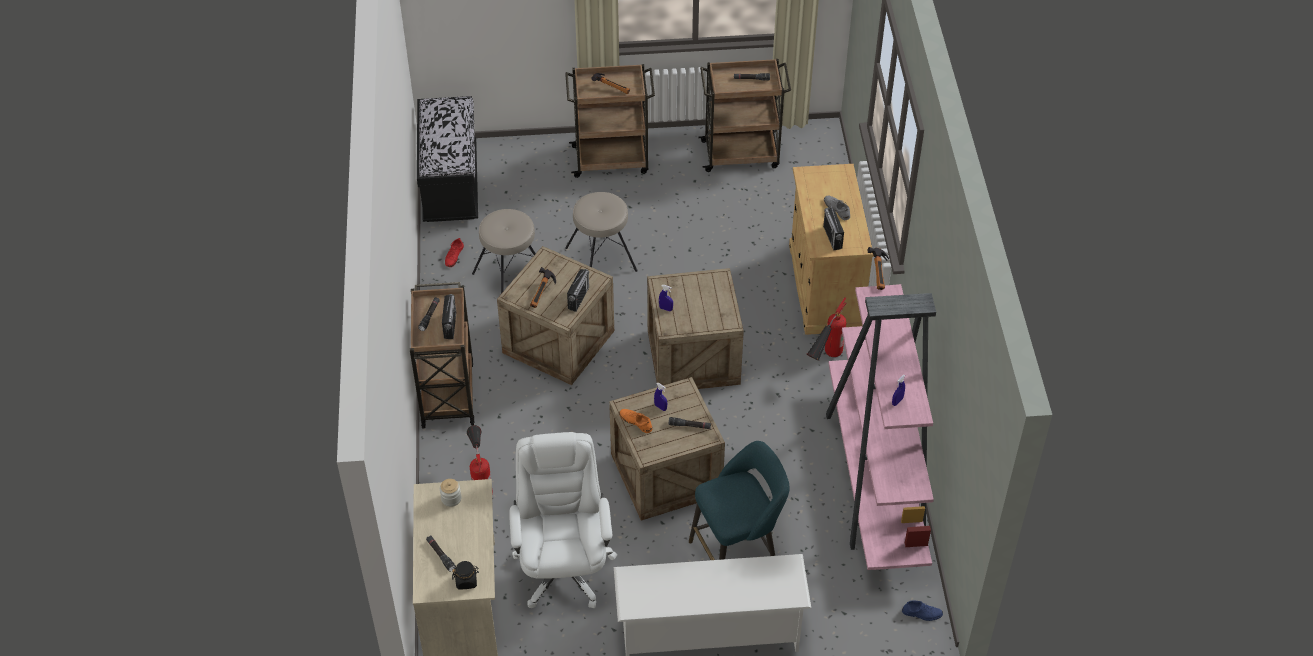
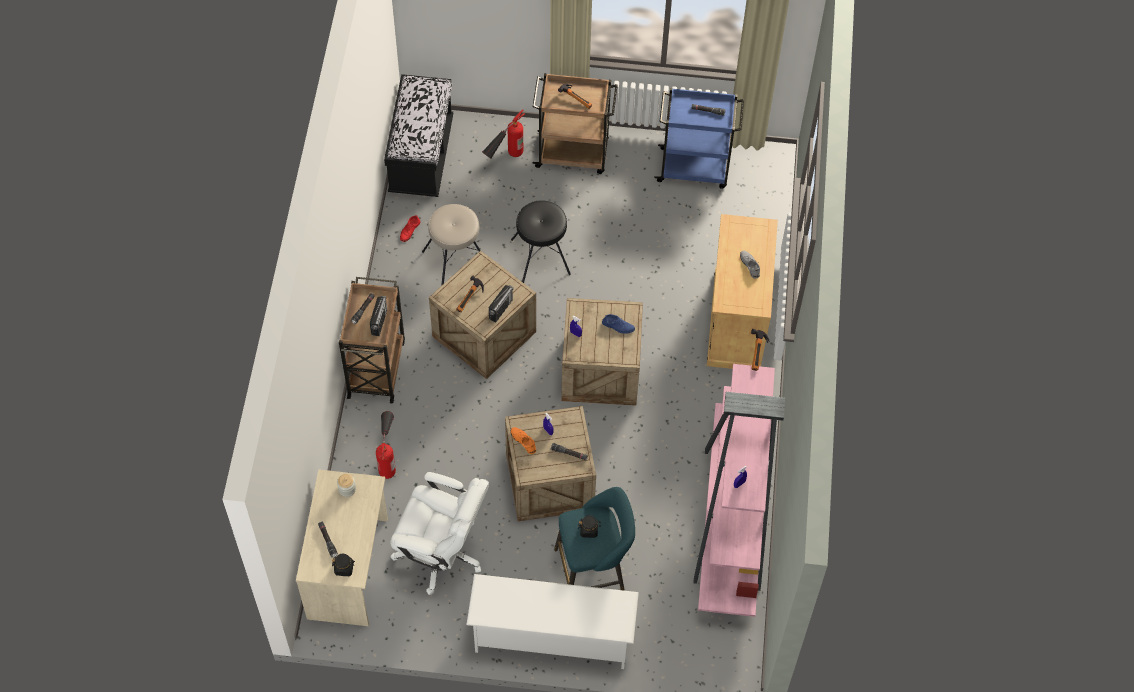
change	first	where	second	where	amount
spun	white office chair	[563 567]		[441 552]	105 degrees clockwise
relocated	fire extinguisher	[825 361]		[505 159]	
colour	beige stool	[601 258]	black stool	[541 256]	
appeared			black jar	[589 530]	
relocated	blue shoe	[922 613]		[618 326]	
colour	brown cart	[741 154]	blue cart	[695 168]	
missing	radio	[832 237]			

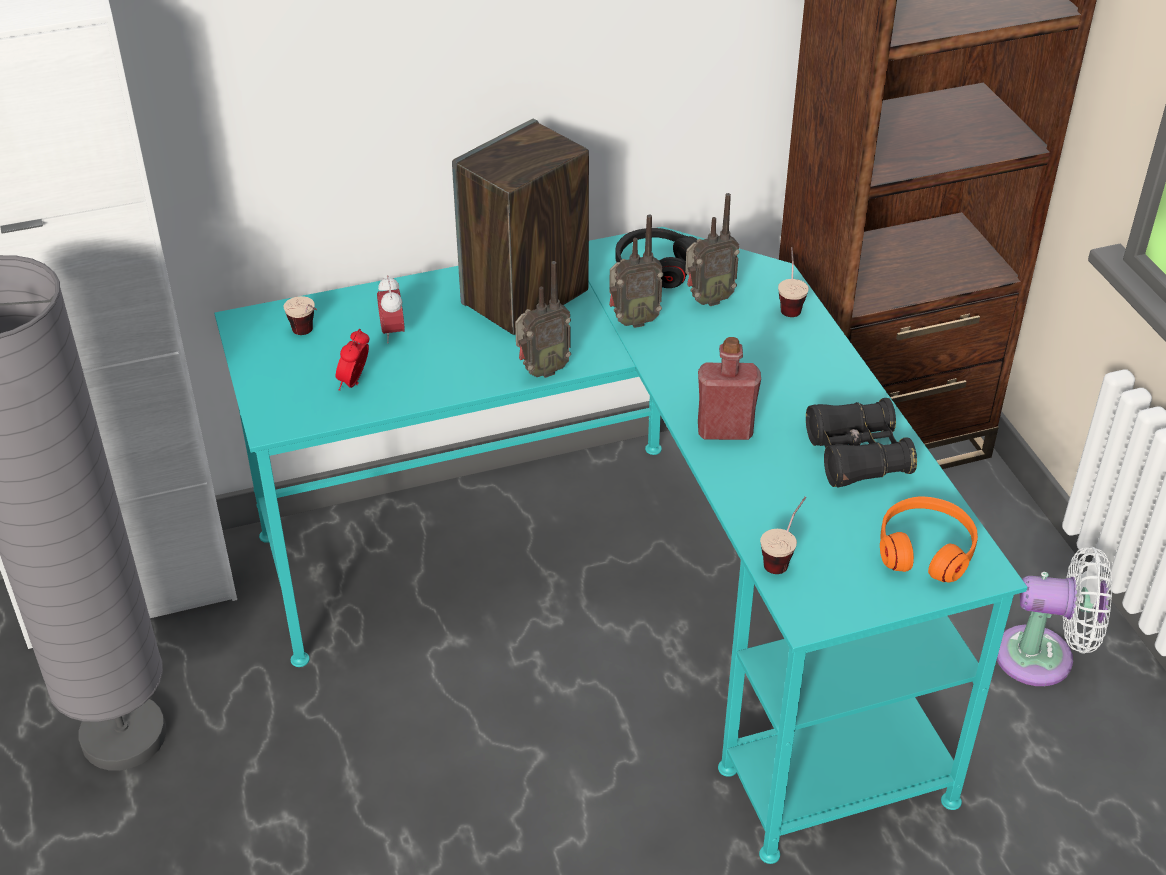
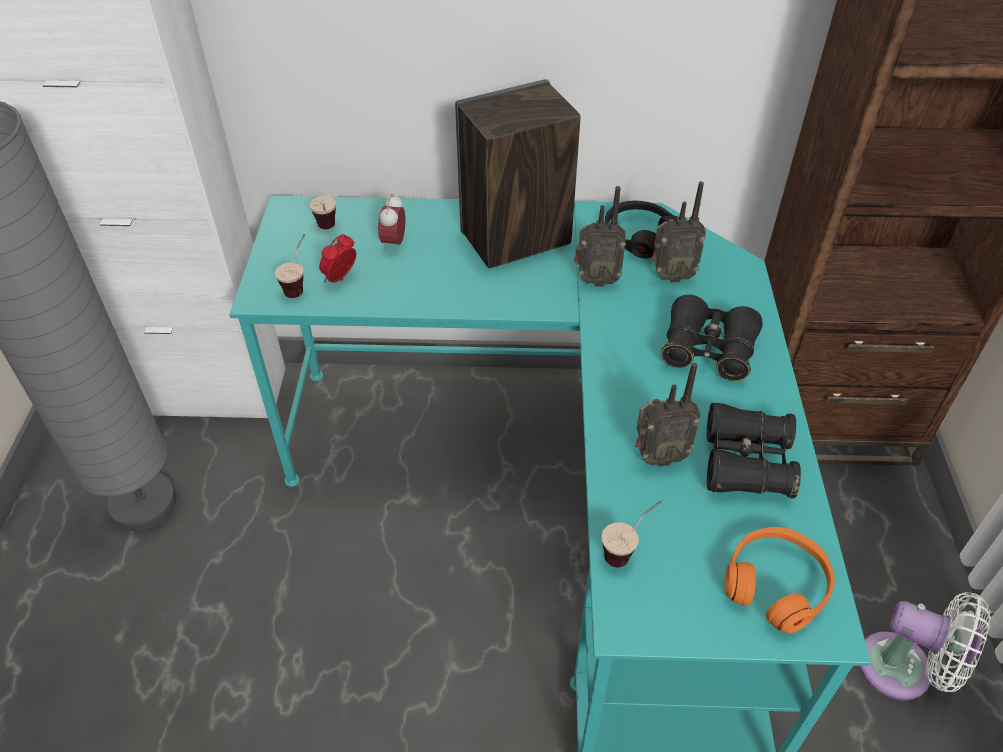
change	first	where	second	where	amount
relocated	cup	[789 304]		[299 285]	
relocated	radio	[541 371]		[658 457]	
appeared			black binoculars	[708 350]	
missing	red bottle	[725 430]			

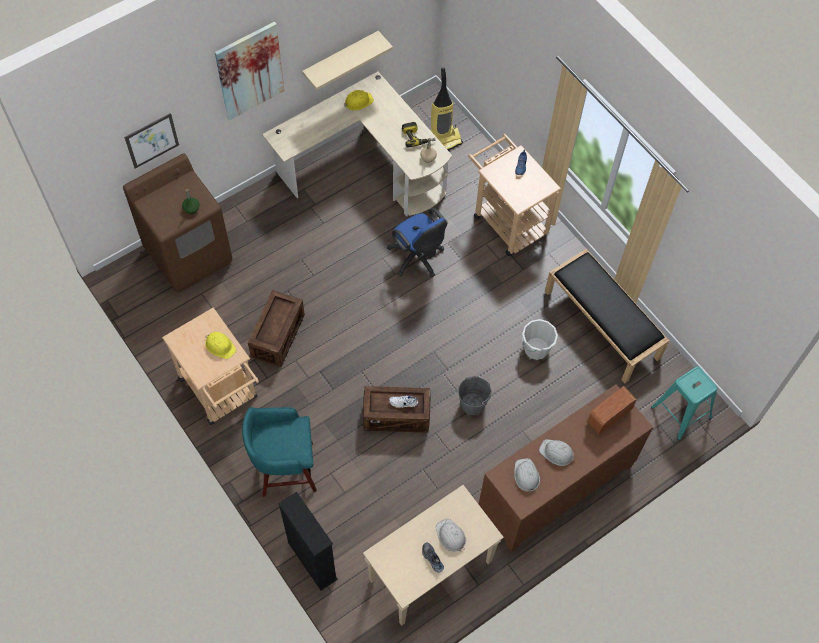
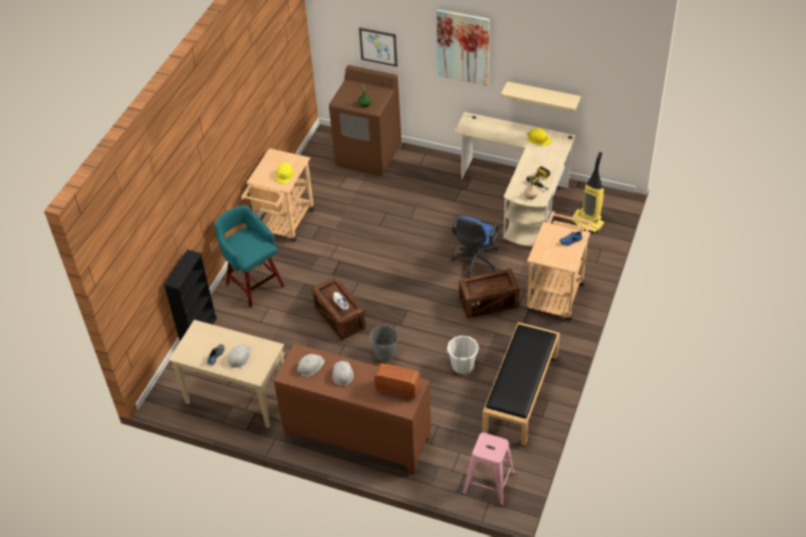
change	first	where	second	where	amount
relocated	crate	[278 336]		[488 303]	
colour	turquoise stool	[681 413]	pink stool	[488 483]	

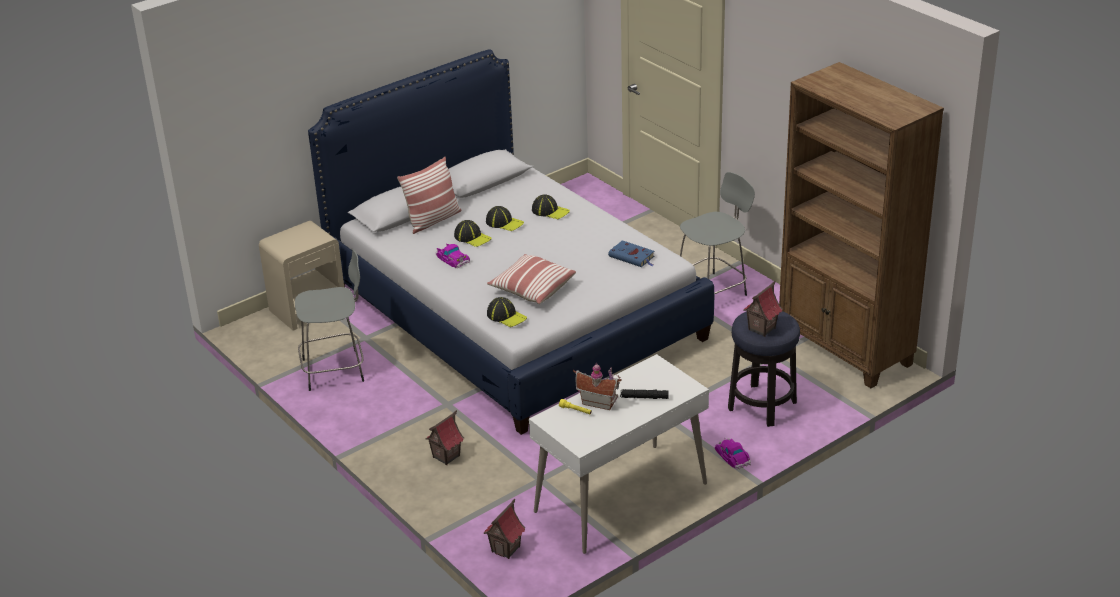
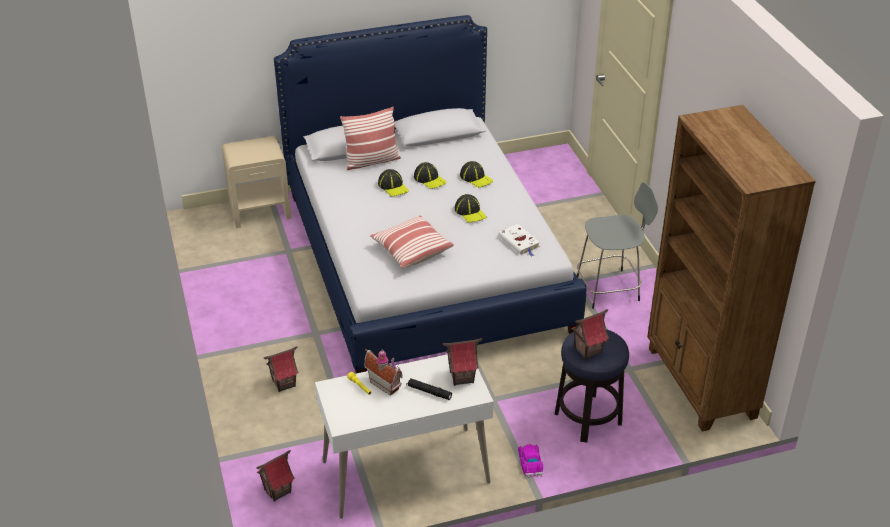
change	first	where	second	where	amount
appeared			toy house	[461 377]	
relocated	cap	[506 316]		[470 212]	
colour	blue book	[632 257]	white book	[519 242]	
missing	grey stool	[336 370]			
missing	toy car	[452 258]			

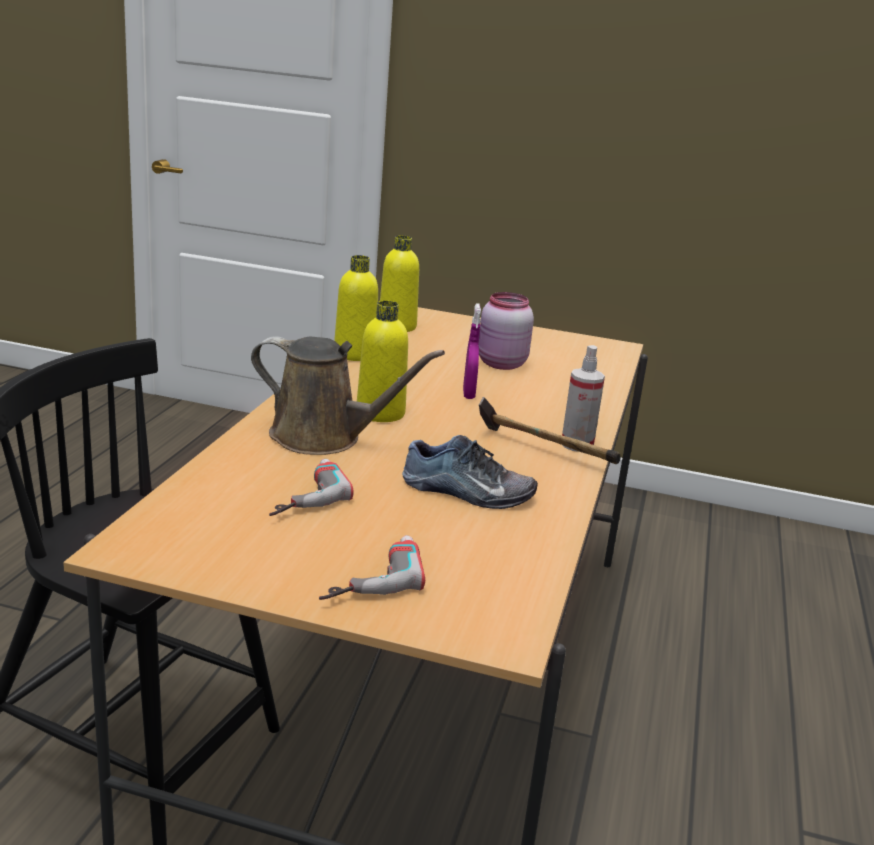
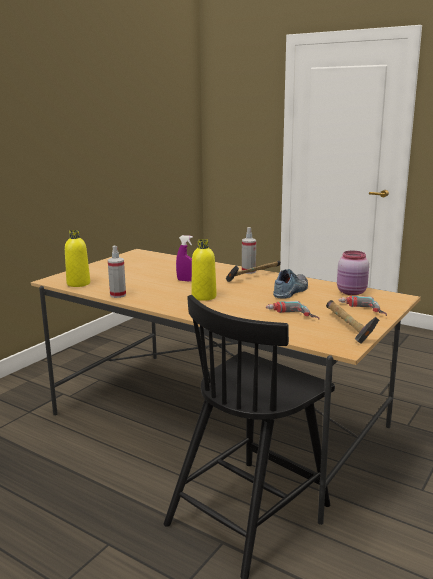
change	first	where	second	where	amount
exchanged	yellow bottle	[355 354]	spray bottle	[118 295]	
appeared			hammer	[347 328]	
relocated	pink jar	[500 364]		[352 292]	
missing	brown watering can	[324 438]			

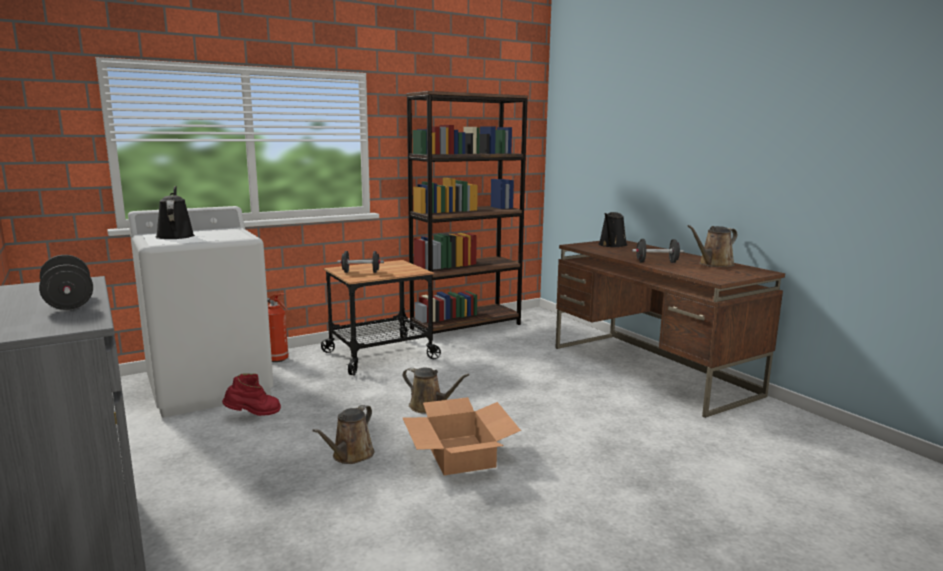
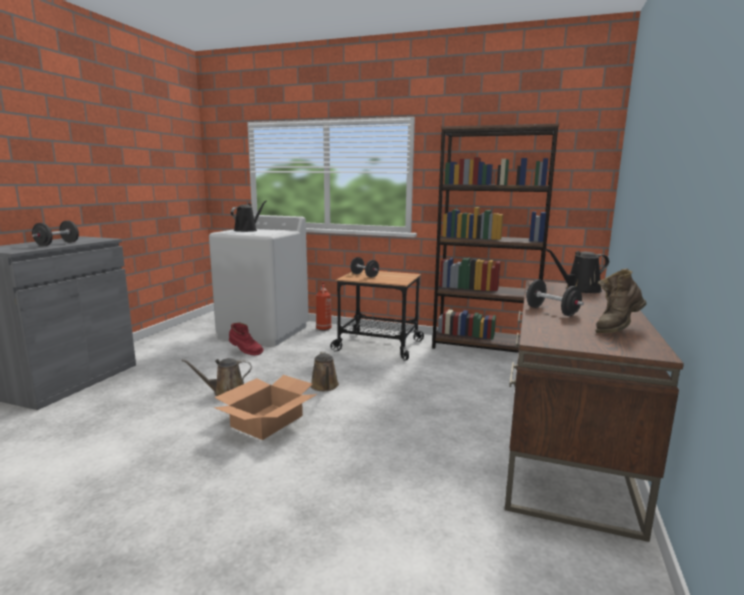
change	first	where	second	where	amount
exchanged	brown watering can	[714 264]	brown boot	[616 329]	

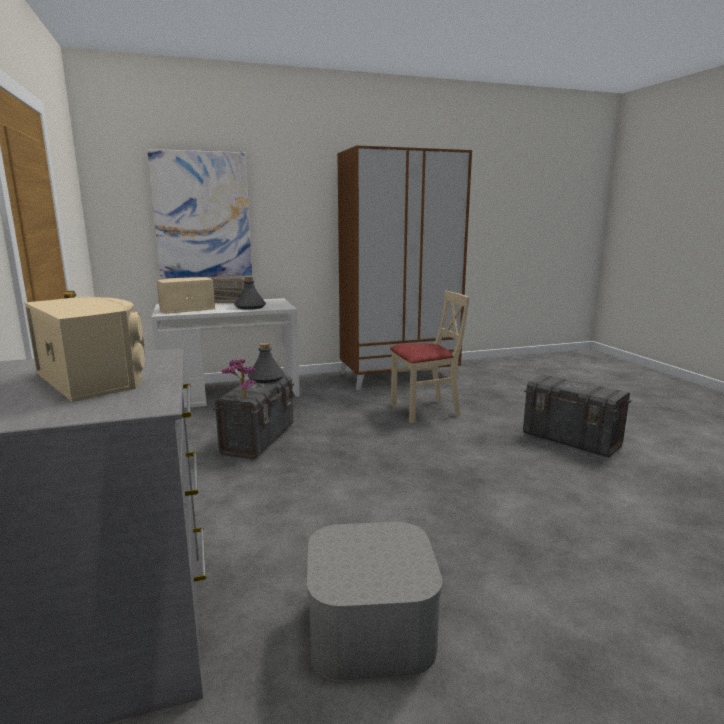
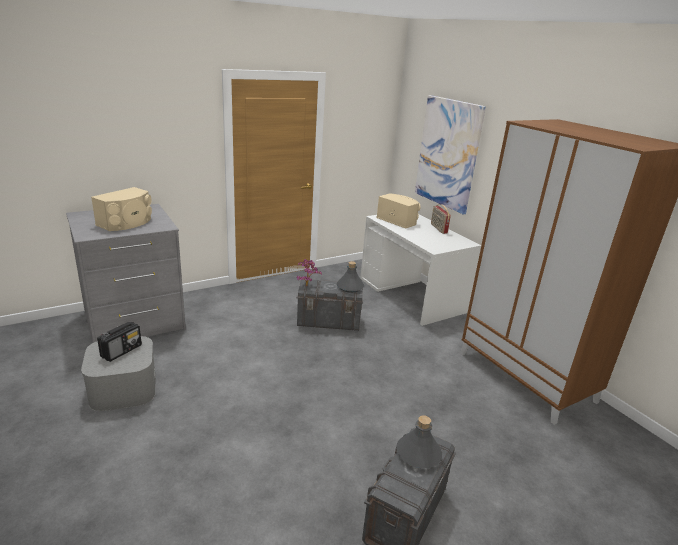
change	first	where	second	where	amount
appeared			radio	[122 351]	
relocated	grey bottle	[250 307]		[418 454]	
missing	beige chair	[425 410]			

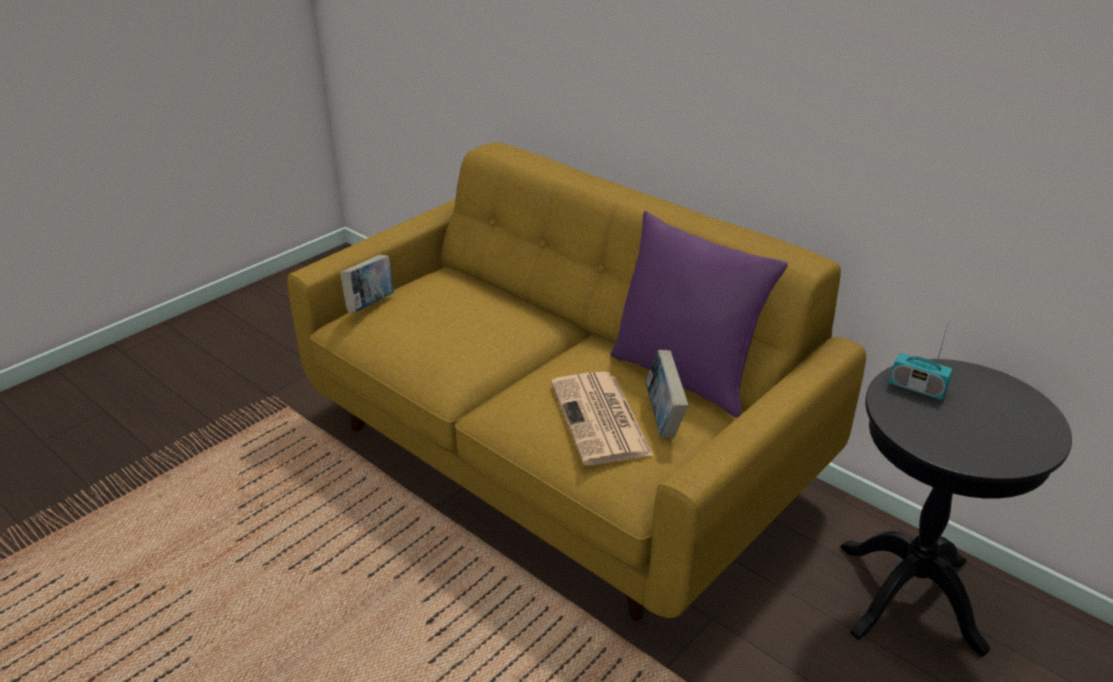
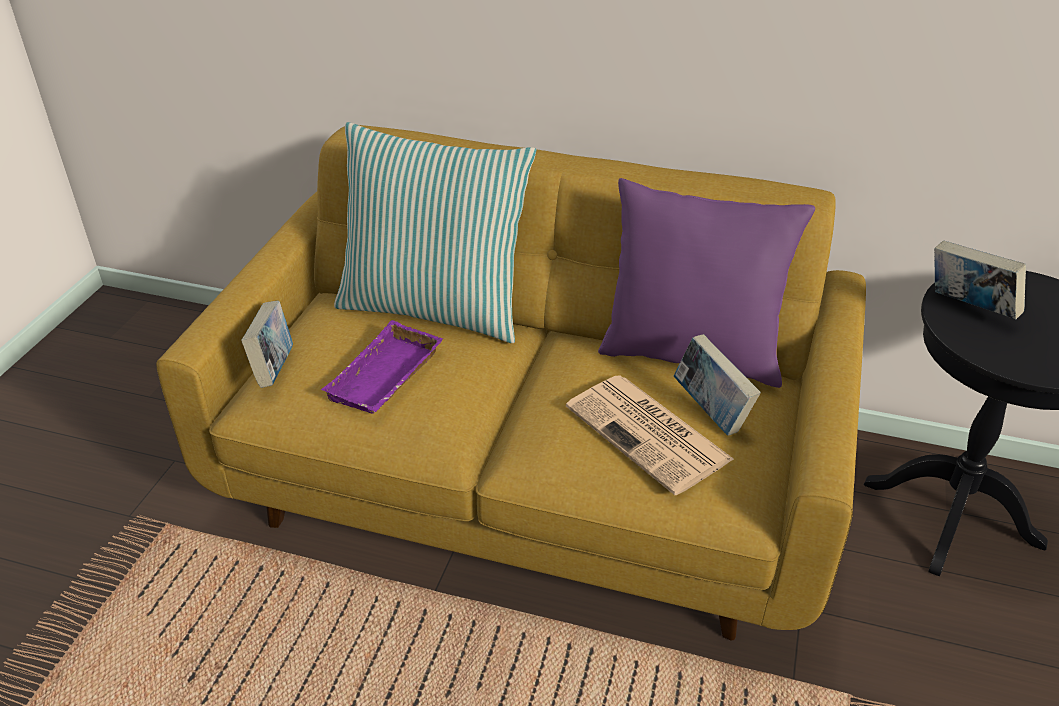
change	first	where	second	where	amount
appeared			purple tray	[387 378]	
appeared			pillow	[435 307]	
exchanged	radio	[917 388]	book	[968 308]	

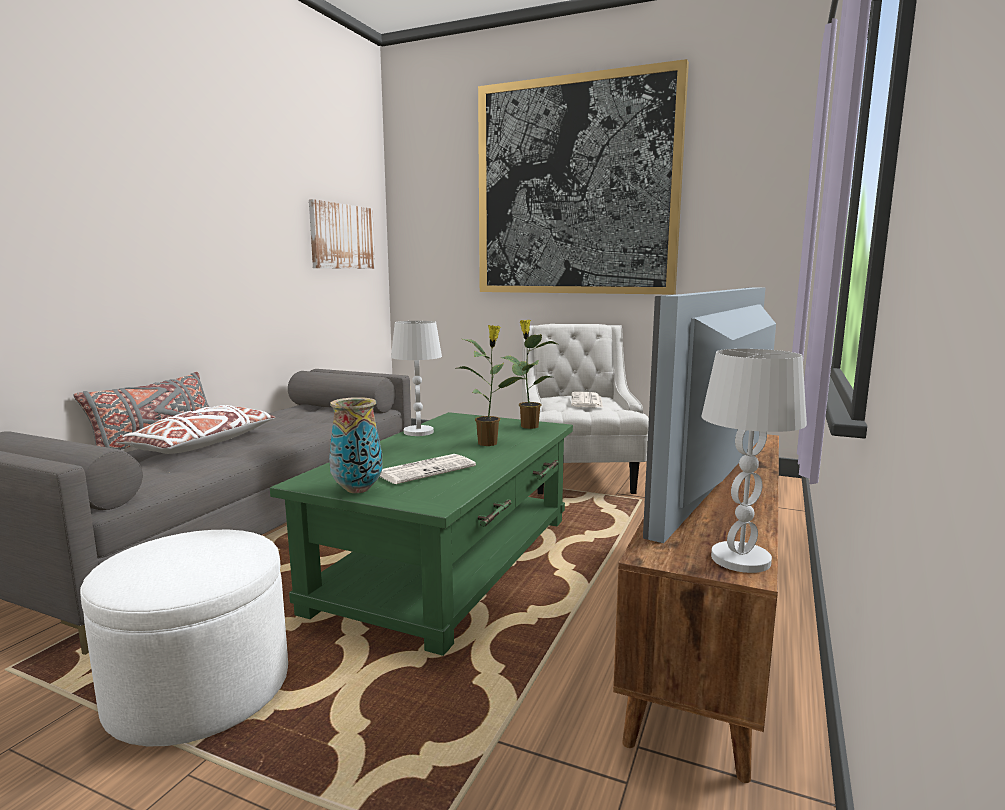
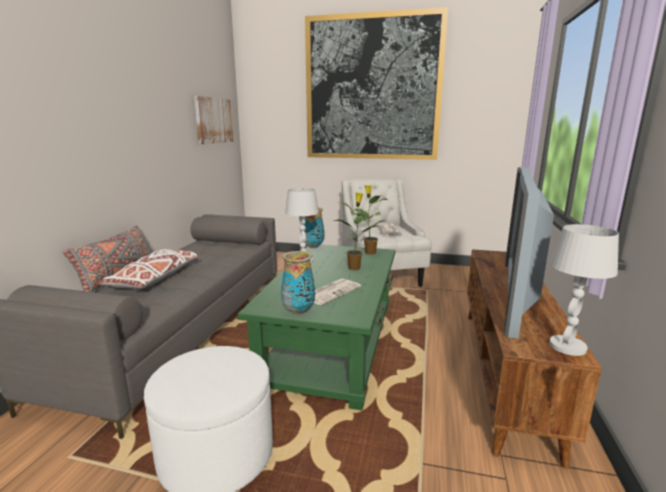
change	first	where	second	where	amount
appeared			vase	[313 246]	

